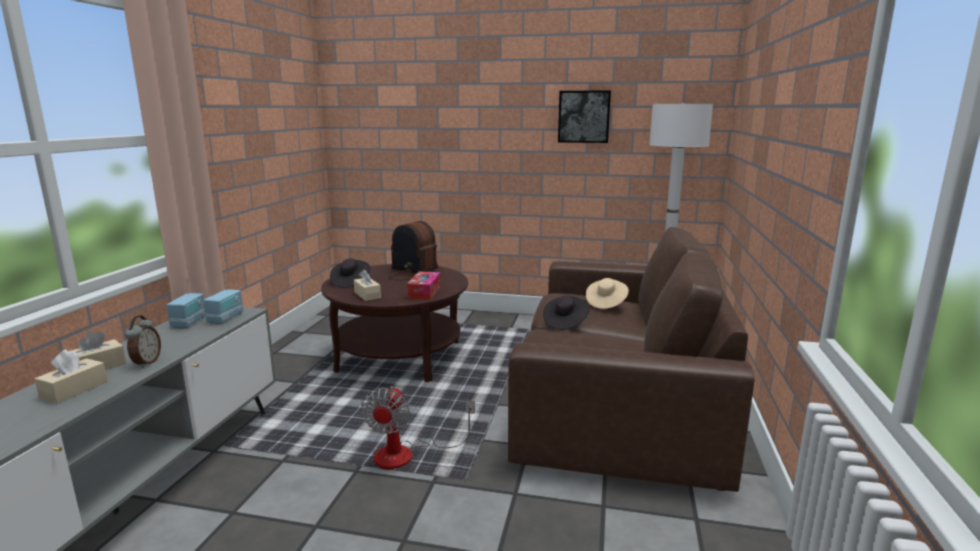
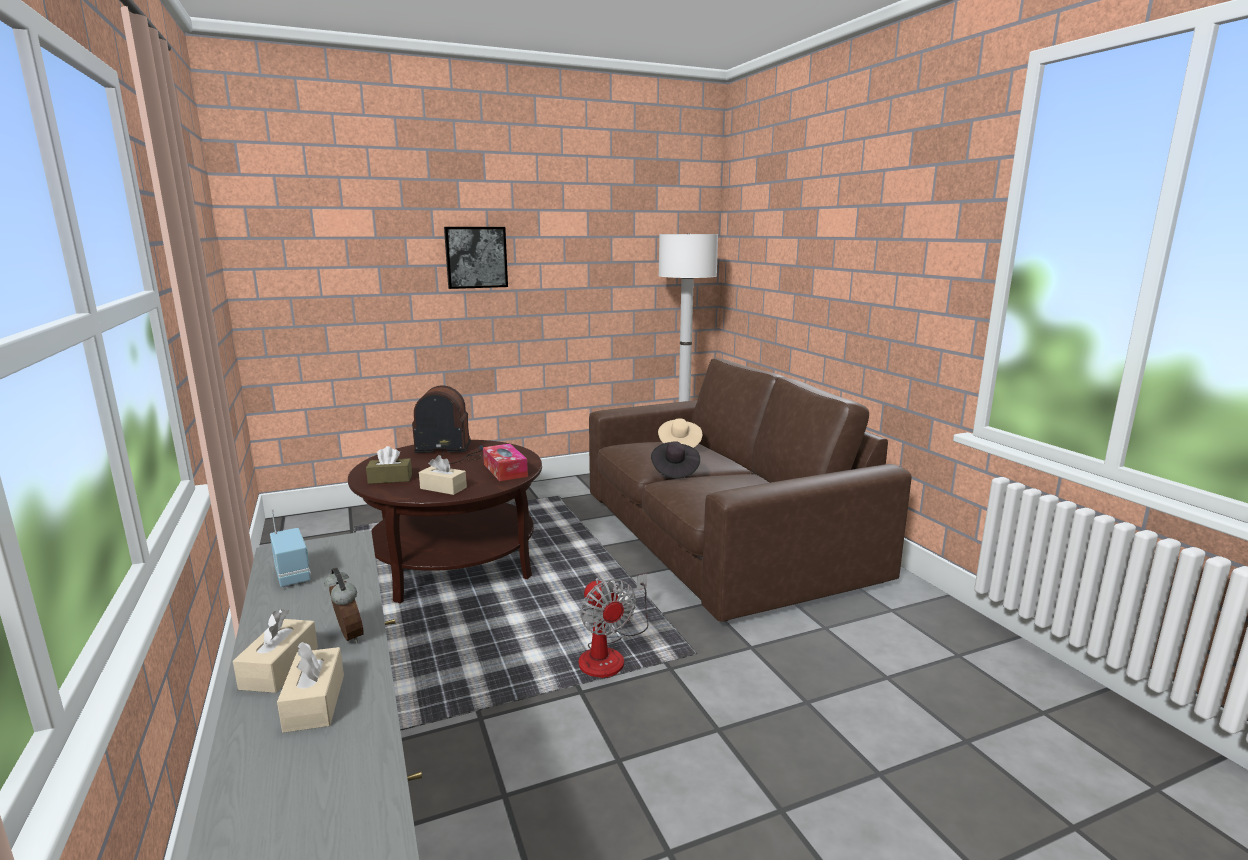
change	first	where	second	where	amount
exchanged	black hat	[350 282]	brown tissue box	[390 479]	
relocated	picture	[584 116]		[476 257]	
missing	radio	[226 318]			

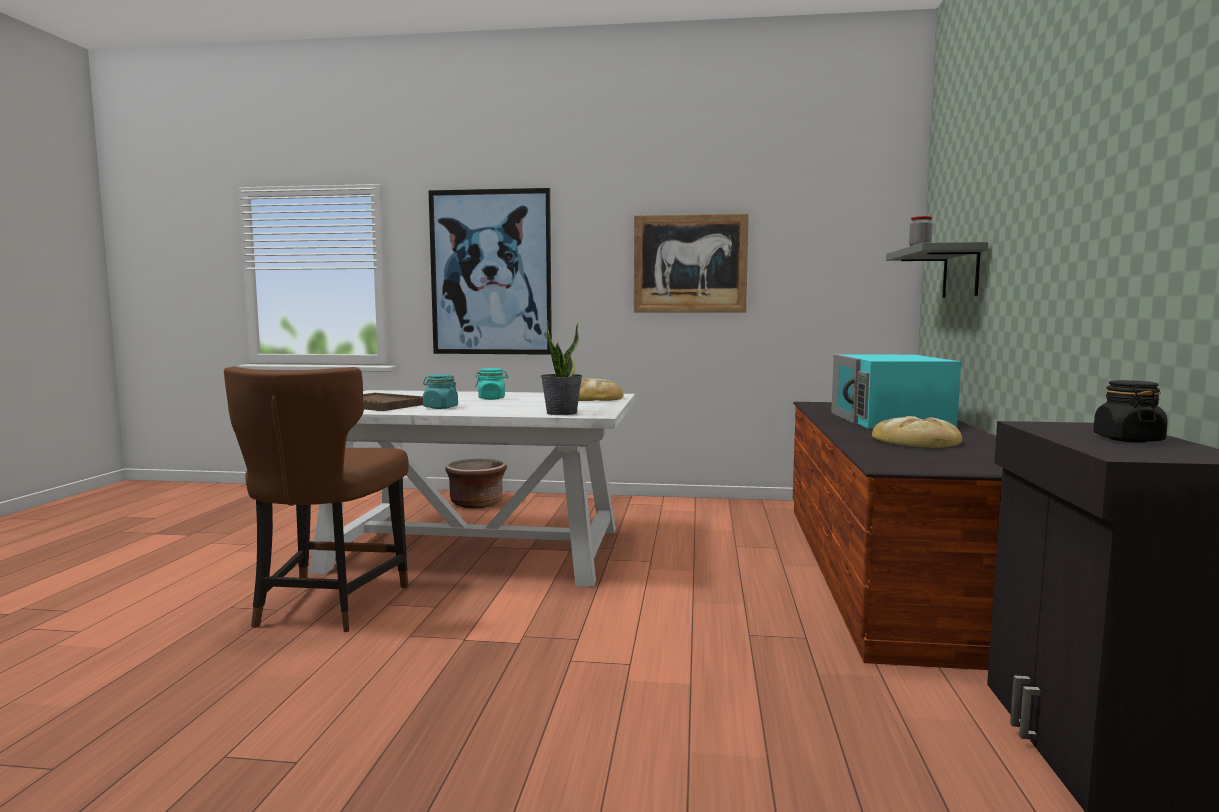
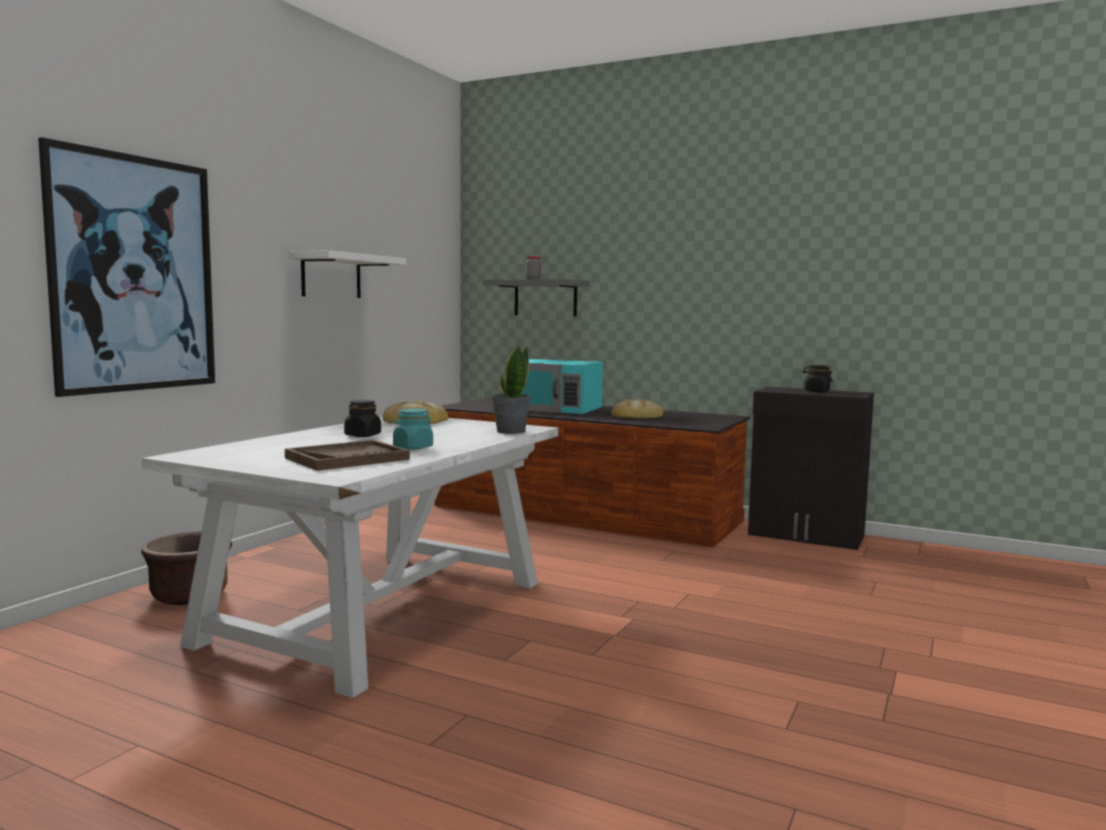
change	first	where	second	where	amount
exchanged	picture	[690 264]	white shelf	[331 276]	
colour	turquoise jar	[492 398]	black jar	[363 435]	
missing	brown chair	[327 606]			

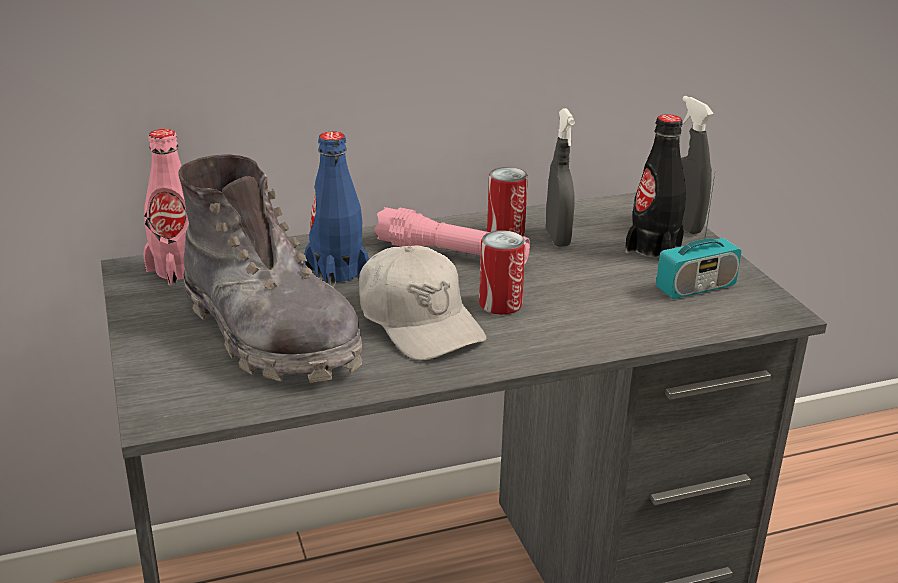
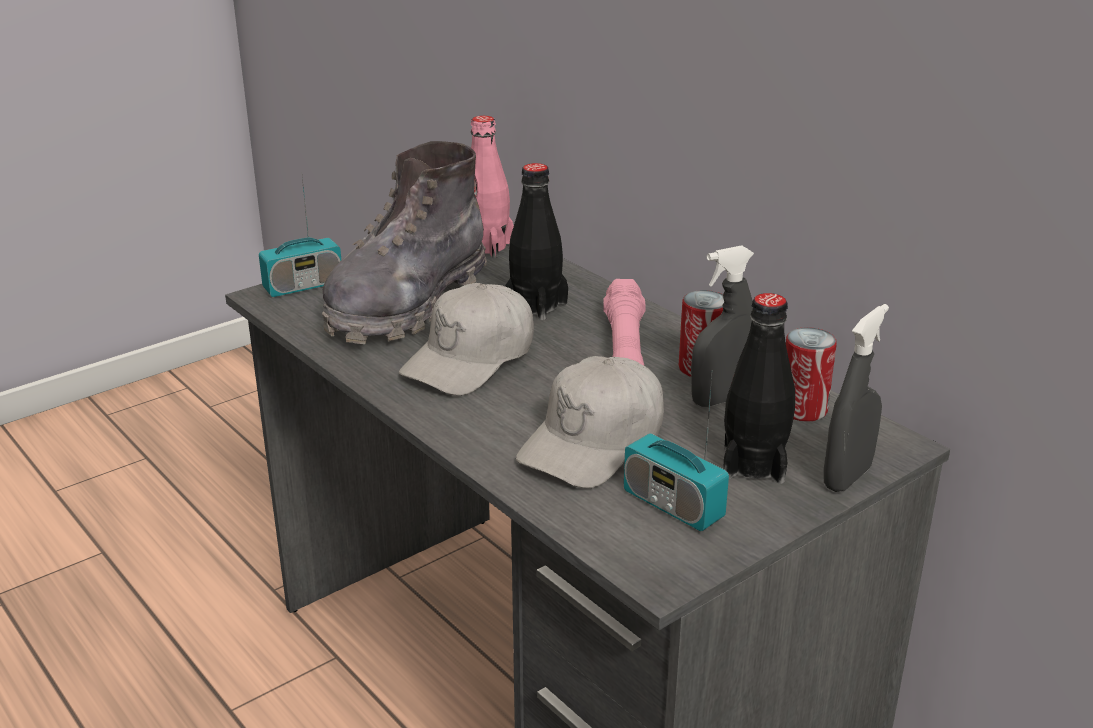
change	first	where	second	where	amount
appeared			radio	[303 286]	
colour	blue bottle	[337 272]	black bottle	[535 305]	
appeared			white cap	[594 442]	
relocated	can	[500 304]		[803 410]	

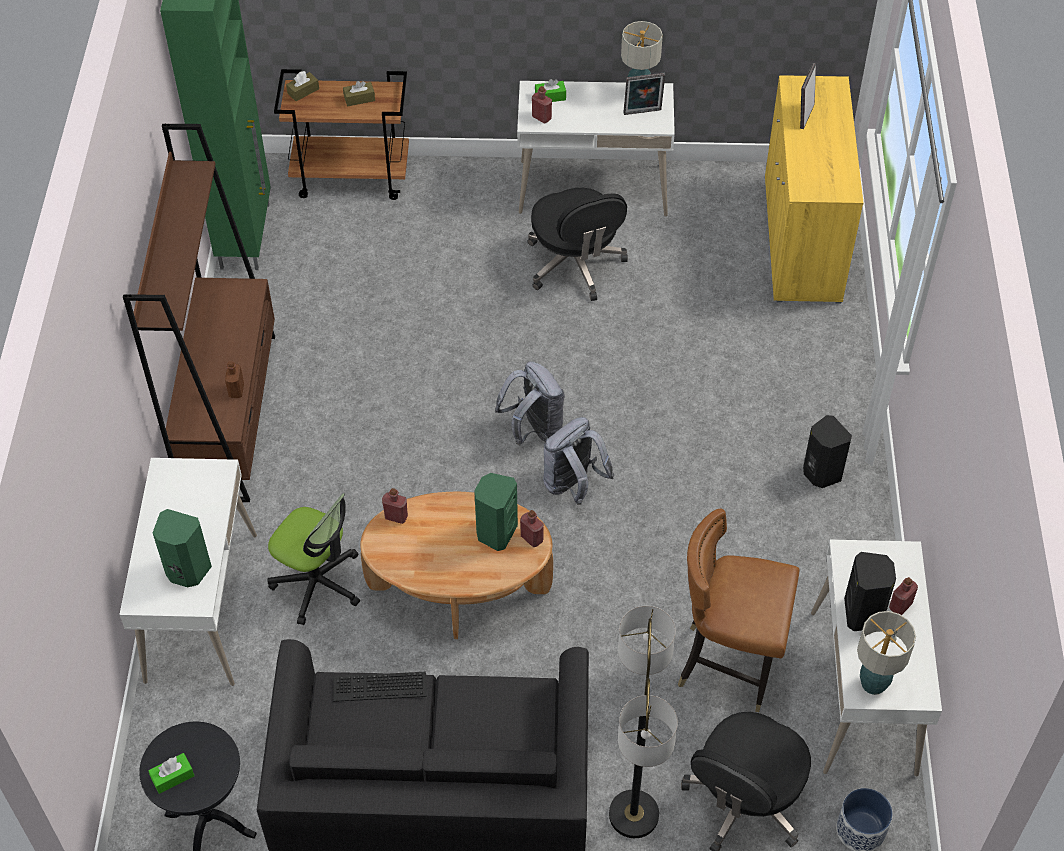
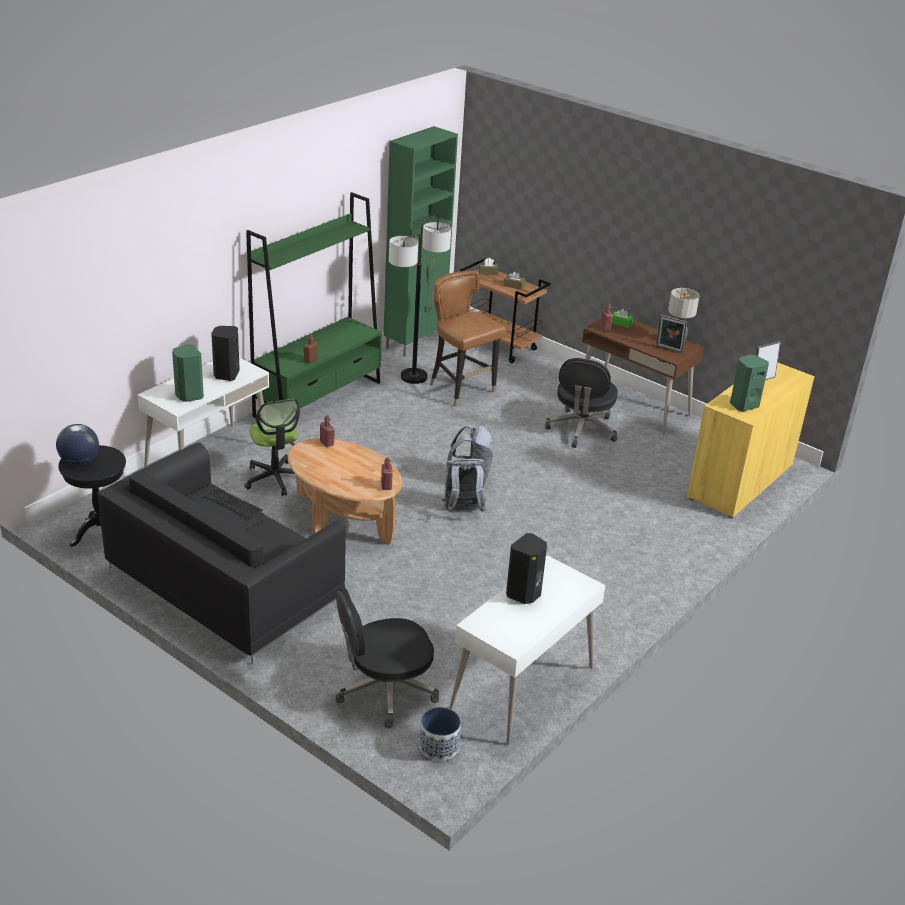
change	first	where	second	where	amount
exchanged	green tissue box	[172 777]	globe	[79 461]	
relocated	black speaker	[820 473]		[226 375]	
colour	brown bookcase	[230 415]	green bookcase	[318 399]	
relocated	floor lamp	[633 815]		[413 377]	
relocated	brown chair	[728 664]		[462 390]	
colour	white desk	[593 188]	brown desk	[632 406]	
relocated	green speaker	[495 532]		[743 405]	
missing	table lamp	[873 683]			
missing	red bottle	[900 606]			

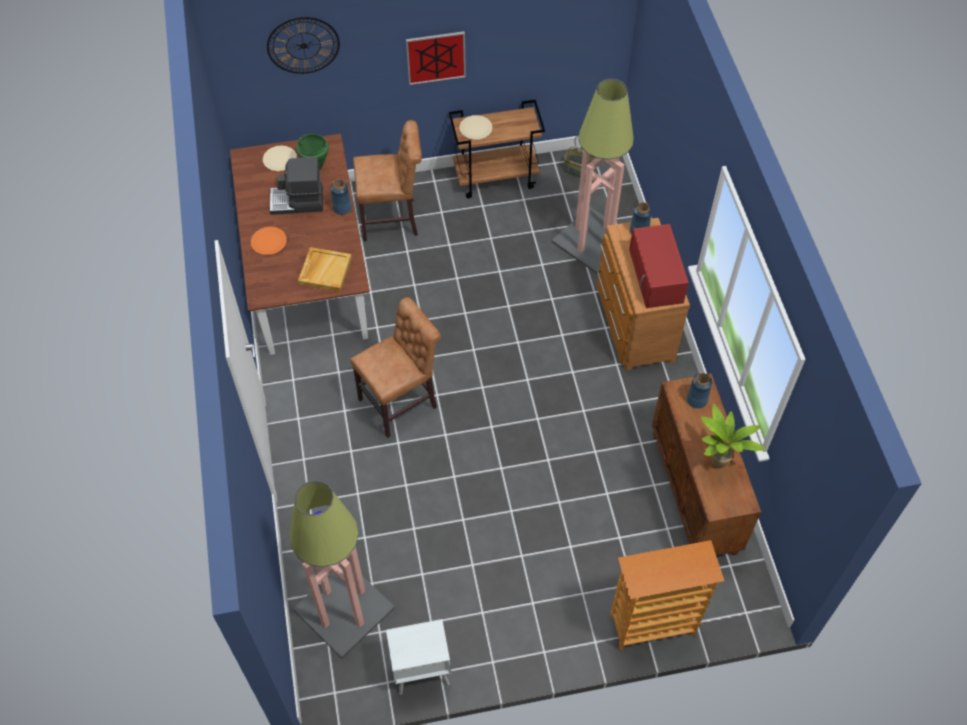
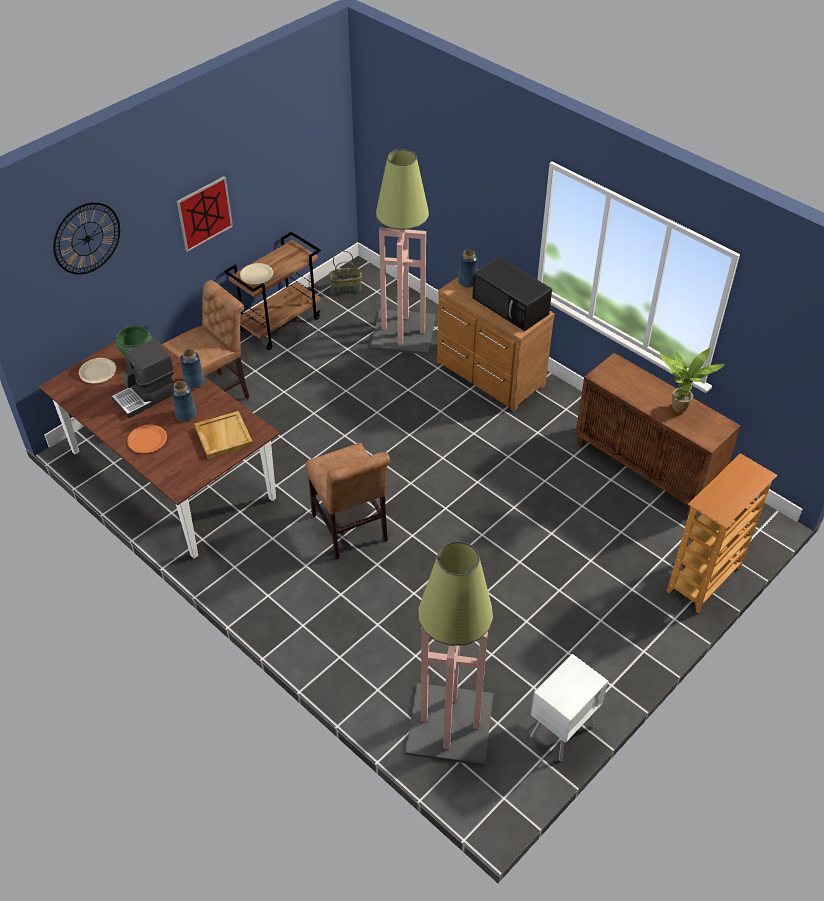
change	first	where	second	where	amount
relocated	blue vase	[697 400]		[186 414]	
spun	brown chair	[401 402]		[351 531]	135 degrees clockwise
colour	red microwave	[656 277]	black microwave	[511 306]	

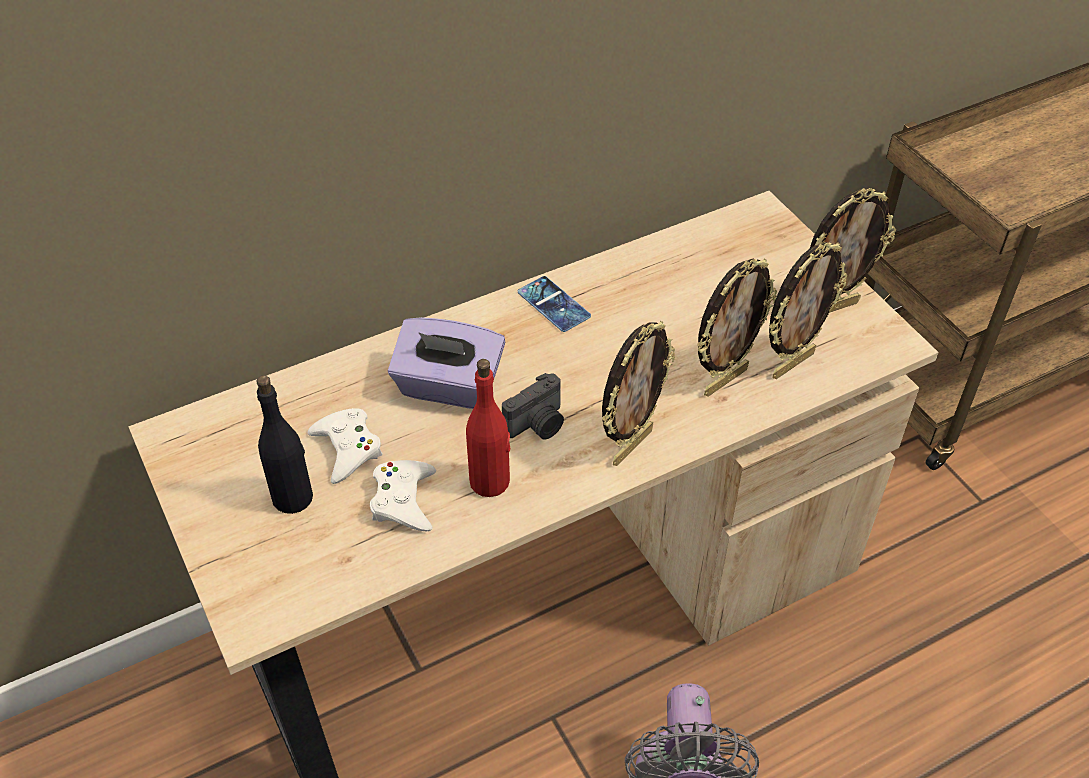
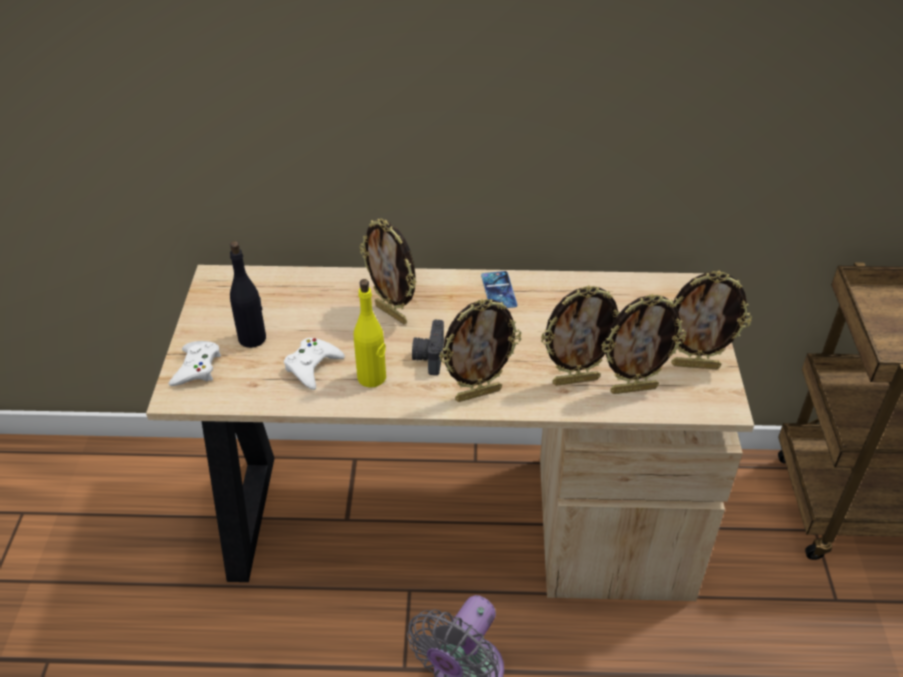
change	first	where	second	where	amount
relocated	white game controller	[347 449]		[196 368]	
colour	red bottle	[490 481]	yellow bottle	[372 377]	
exchanged	purple tissue box	[448 387]	picture frame	[392 313]	
spun	photo camera	[538 425]		[428 357]	105 degrees clockwise

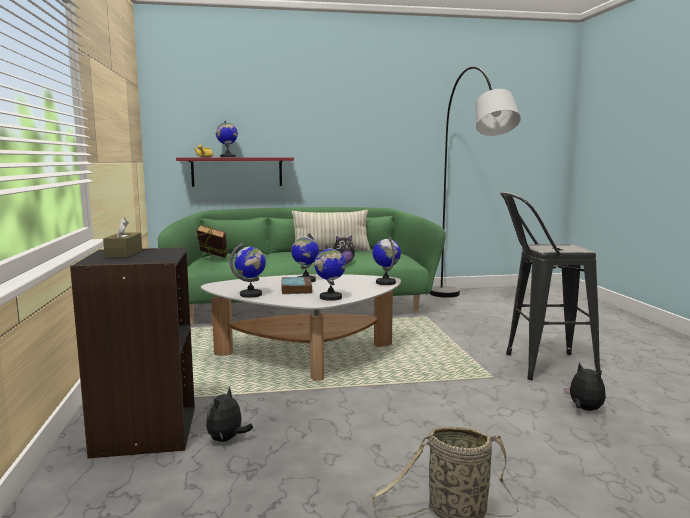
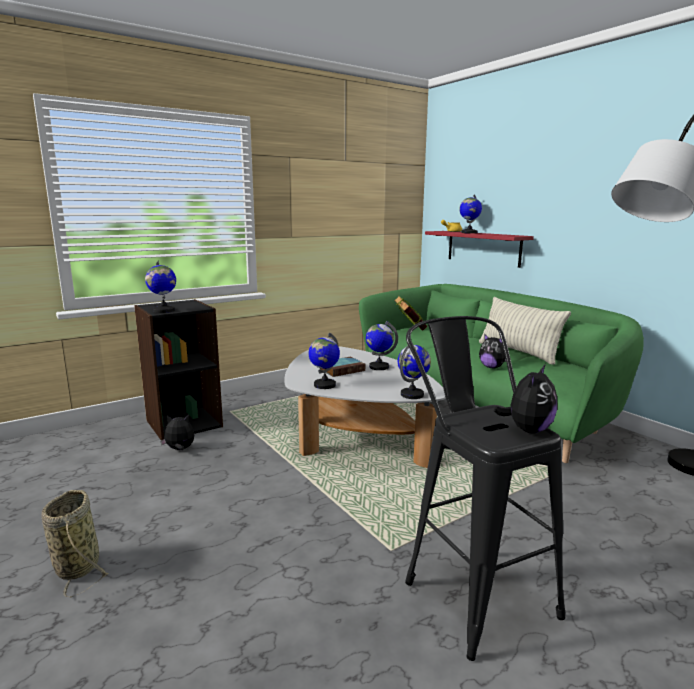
change	first	where	second	where	amount
relocated	globe	[251 295]		[164 311]	
relocated	plush toy	[584 409]		[527 430]	
missing	brown tissue box	[124 253]			

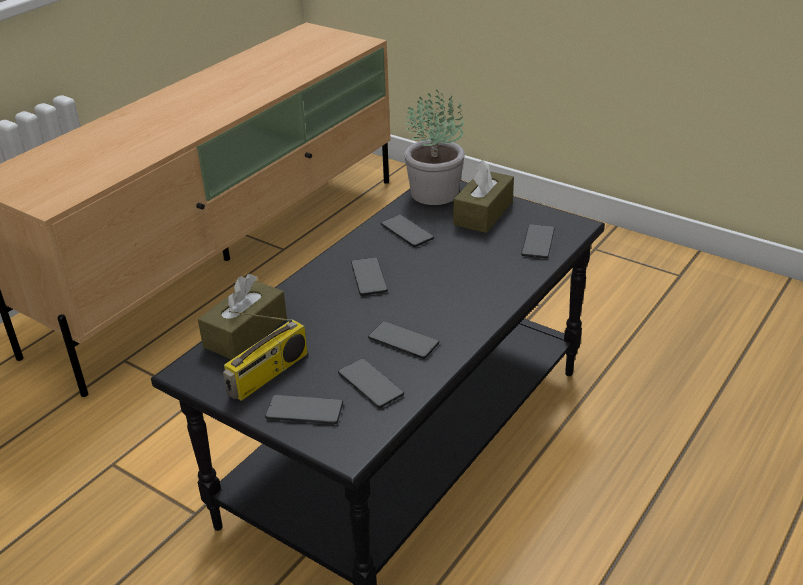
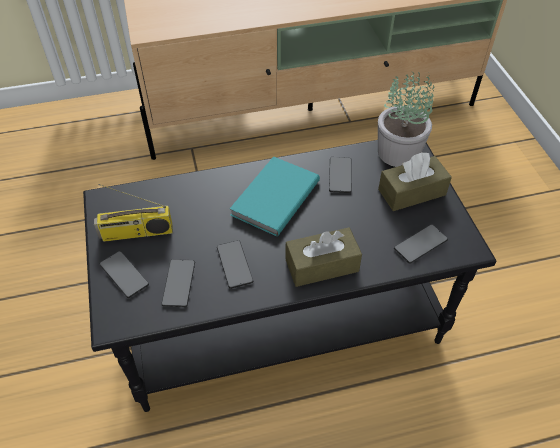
change	first	where	second	where	amount
exchanged	phone	[369 277]	turquoise book	[273 198]	
relocated	brown tissue box	[245 333]		[322 265]	

